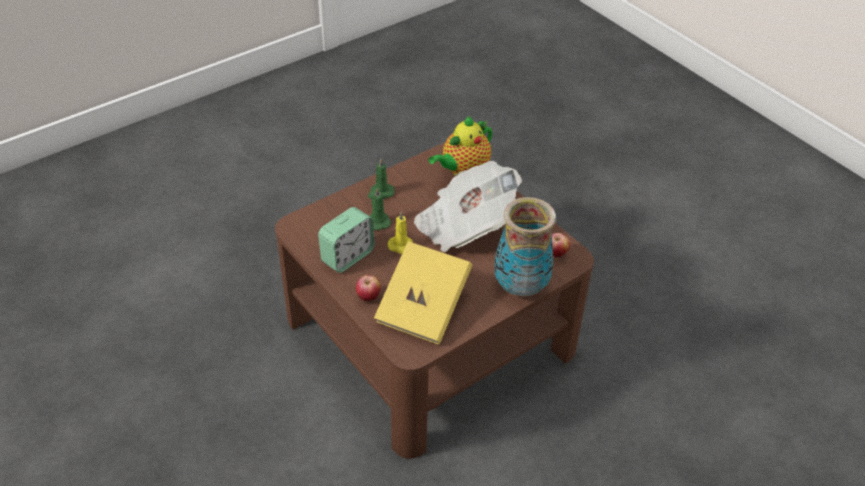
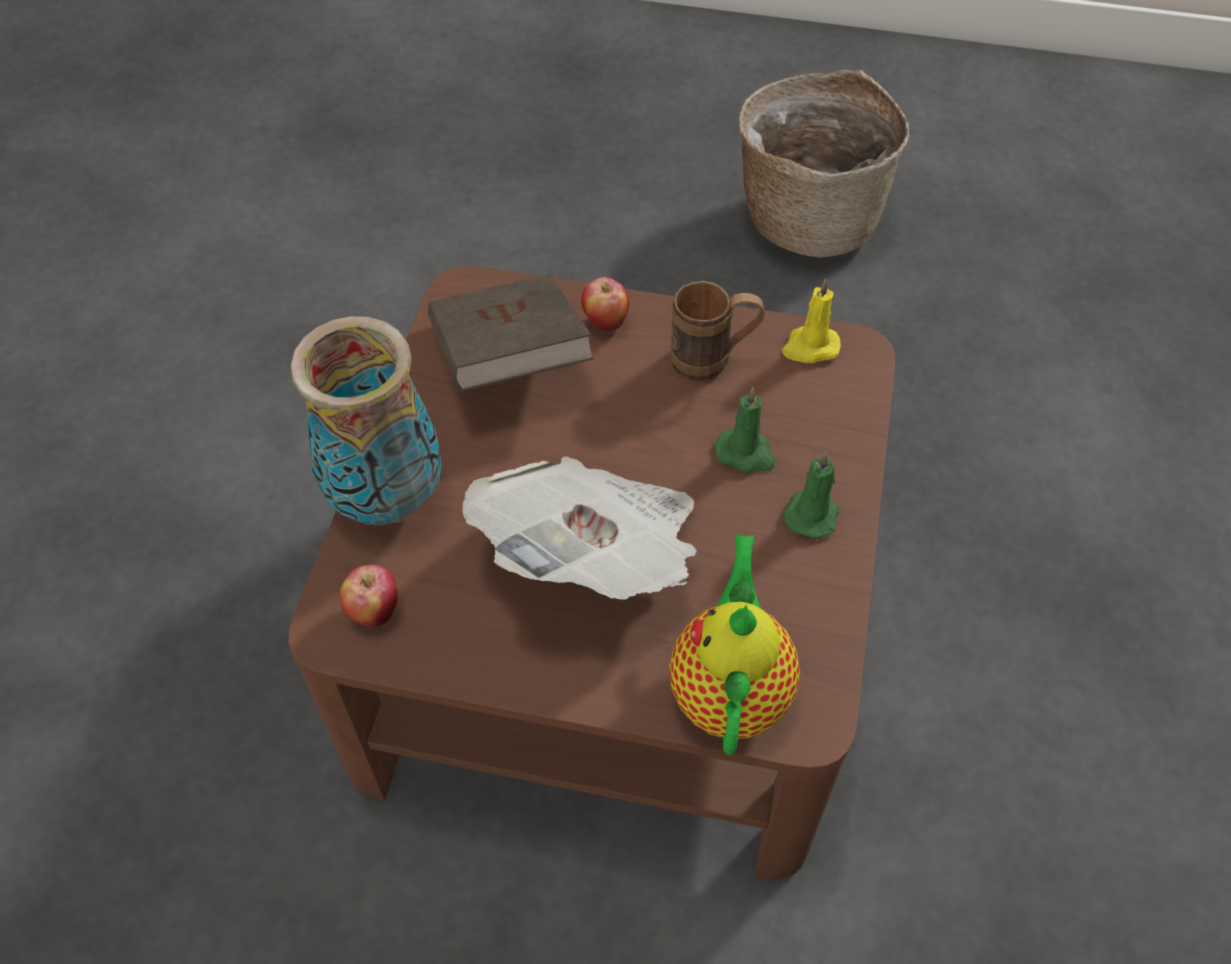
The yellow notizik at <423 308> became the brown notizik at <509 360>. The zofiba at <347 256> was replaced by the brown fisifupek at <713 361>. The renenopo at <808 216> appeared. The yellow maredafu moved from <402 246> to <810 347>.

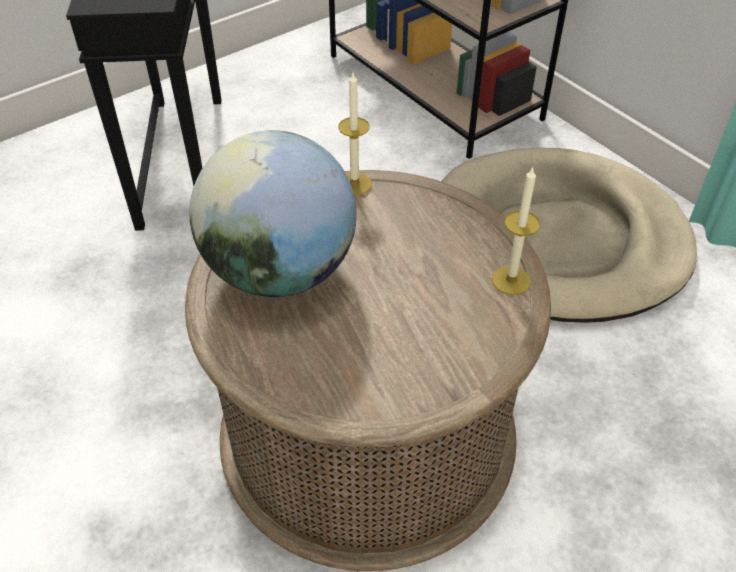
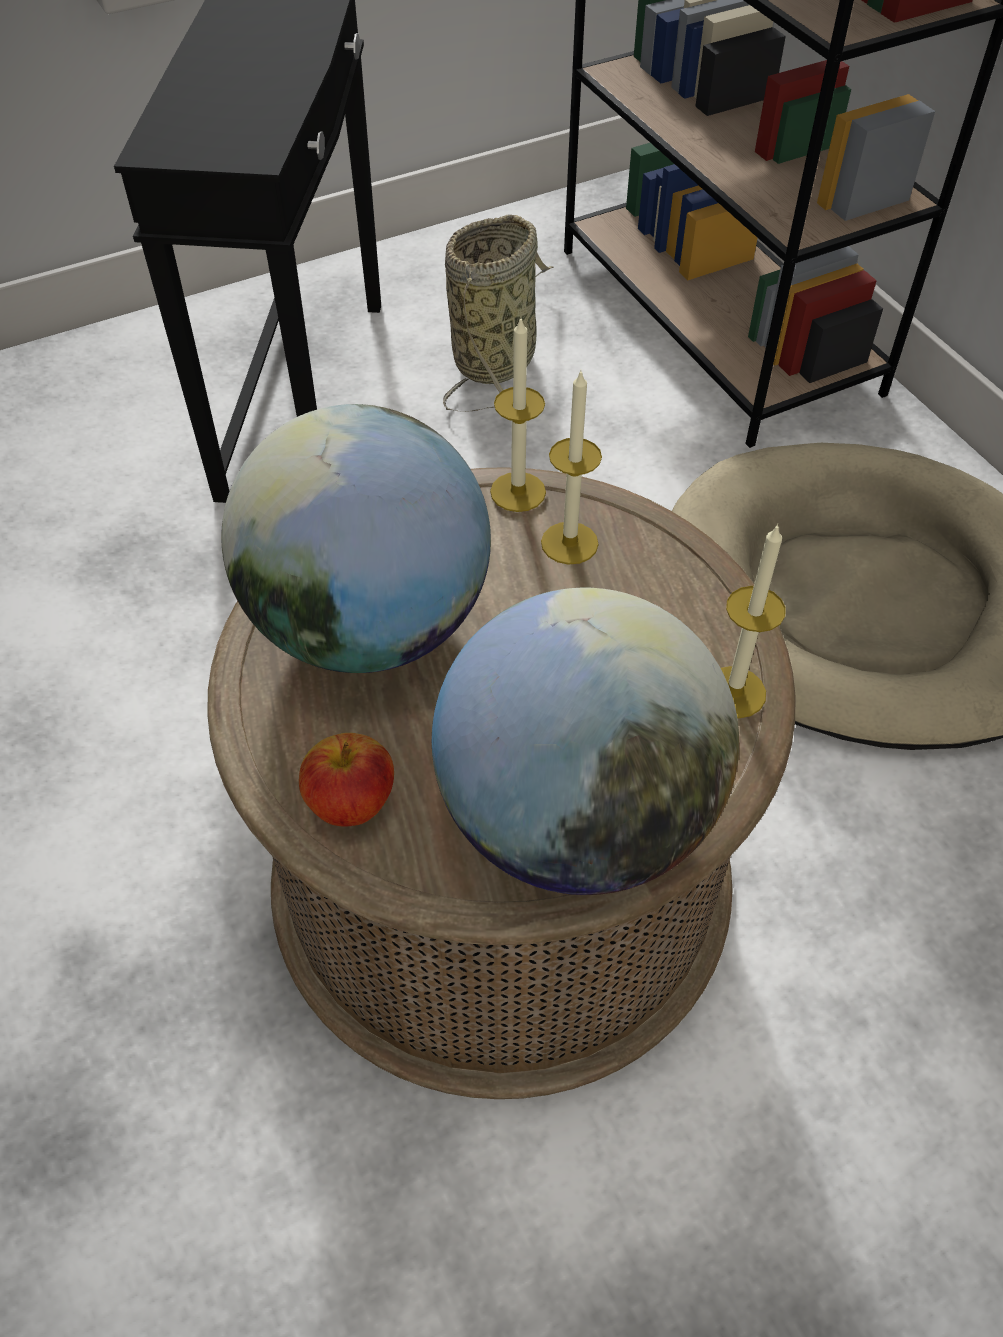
The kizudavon at <351 803> appeared. The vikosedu at <575 816> appeared. The renenopo at <497 359> appeared. The maredafu at <569 543> appeared.

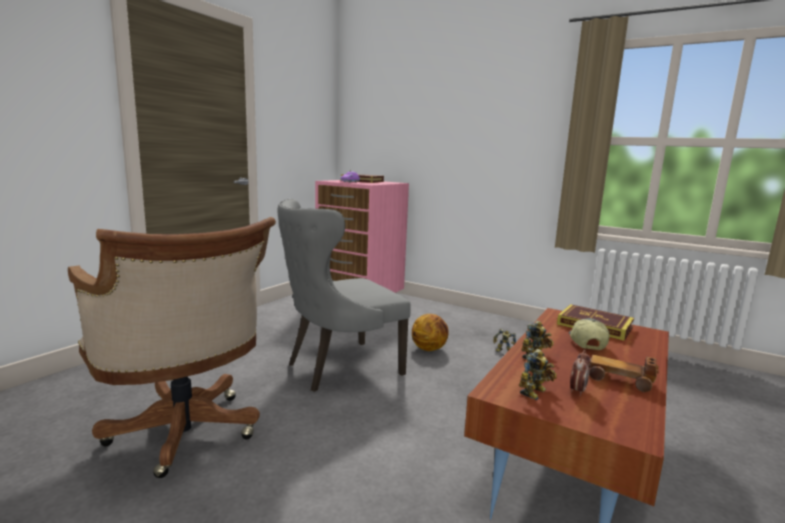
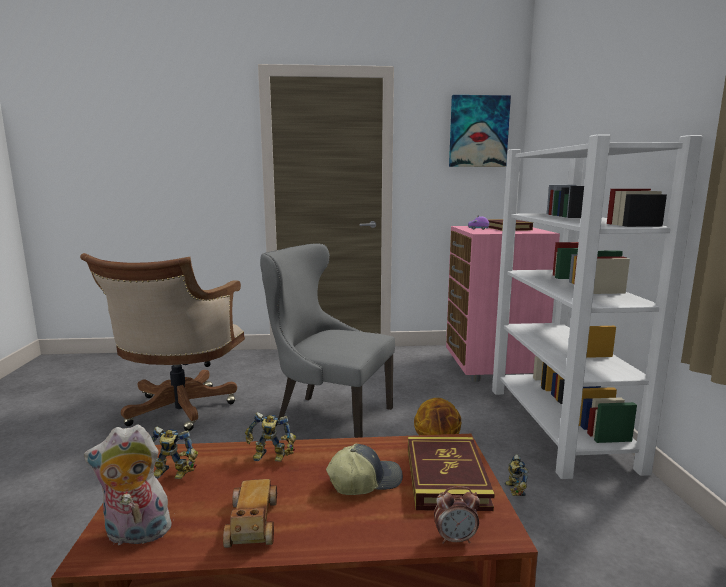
The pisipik at <135 535> appeared. The zofiba moved from <577 390> to <455 539>. The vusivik at <478 131> appeared. The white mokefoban at <559 426> appeared.

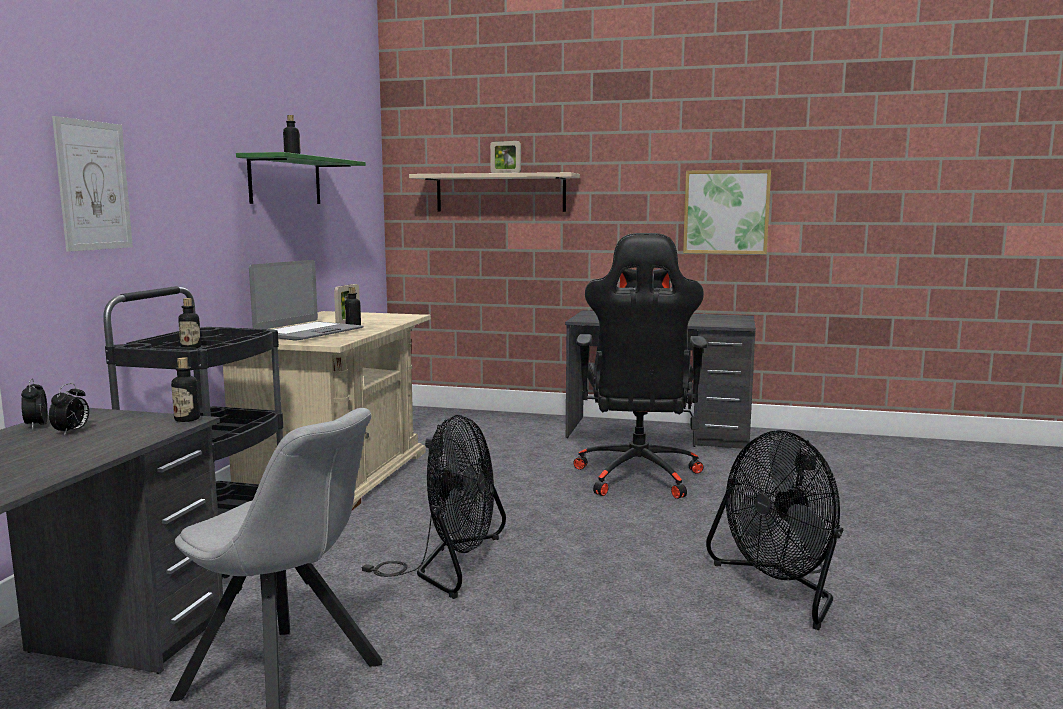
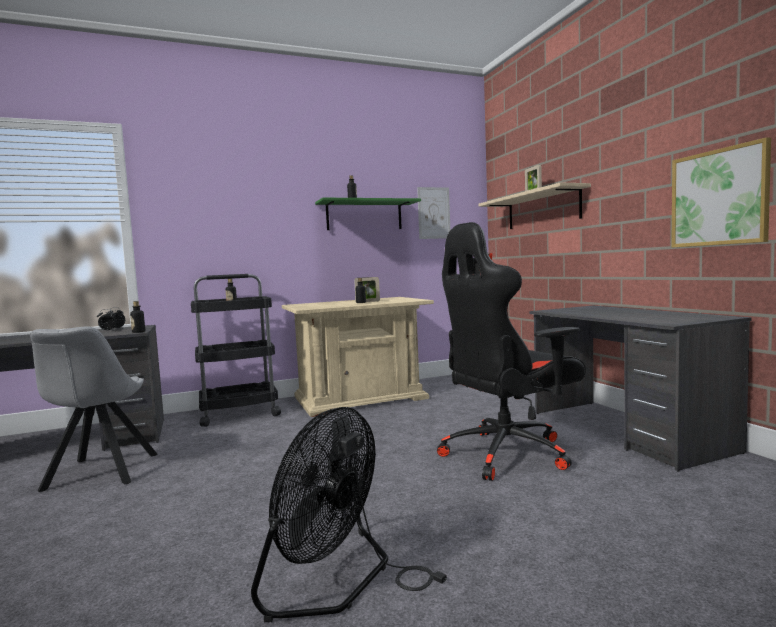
The vusivik moved from <93 185> to <434 213>. The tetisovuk at <309 333> disappeared. The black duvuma at <448 565> disappeared.

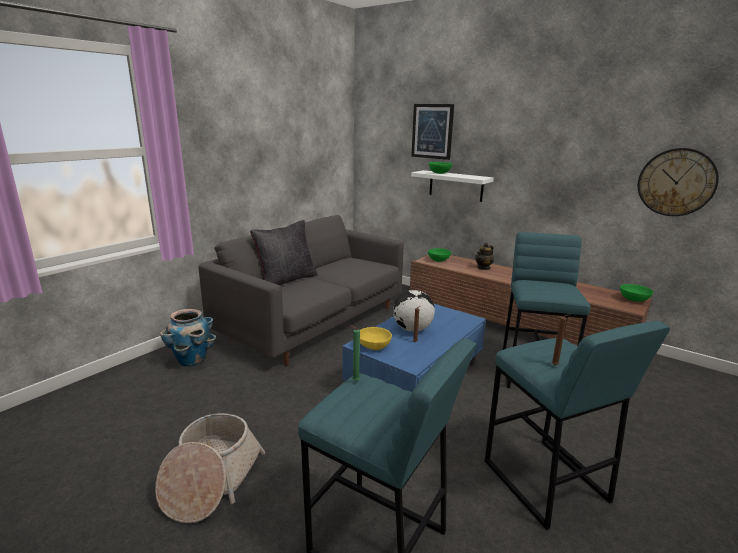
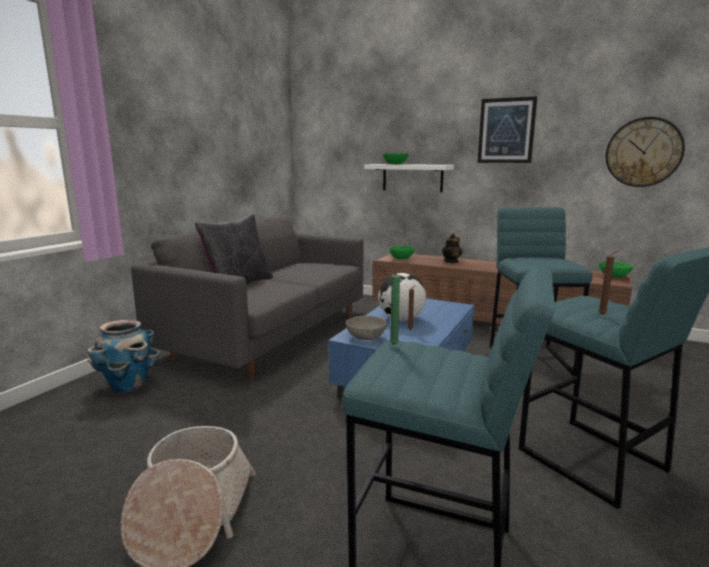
The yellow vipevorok at <374 347> became the grey vipevorok at <366 338>. The vusivik moved from <432 131> to <506 130>.

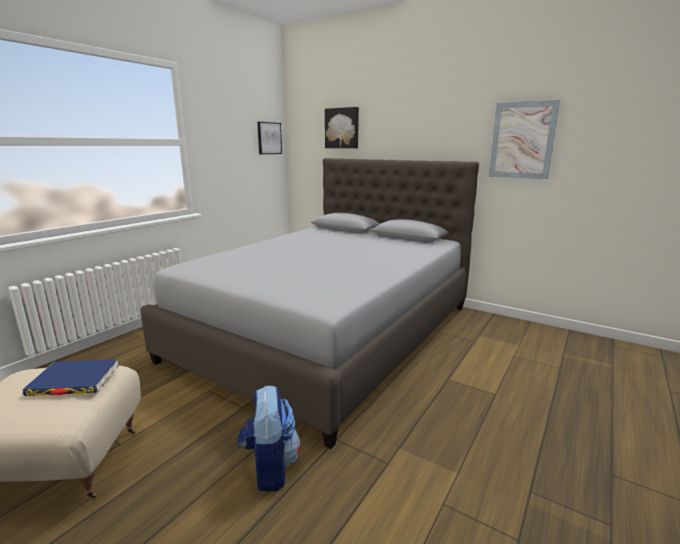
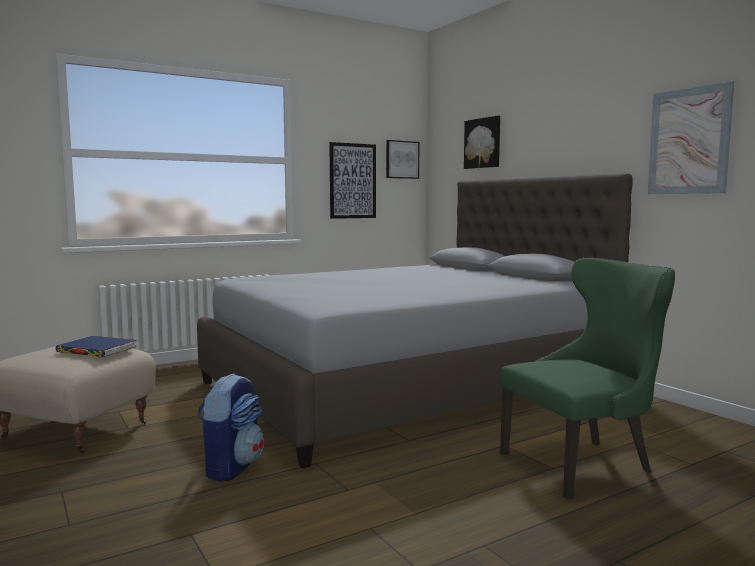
The vusivik at <352 181> appeared. The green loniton at <582 464> appeared.

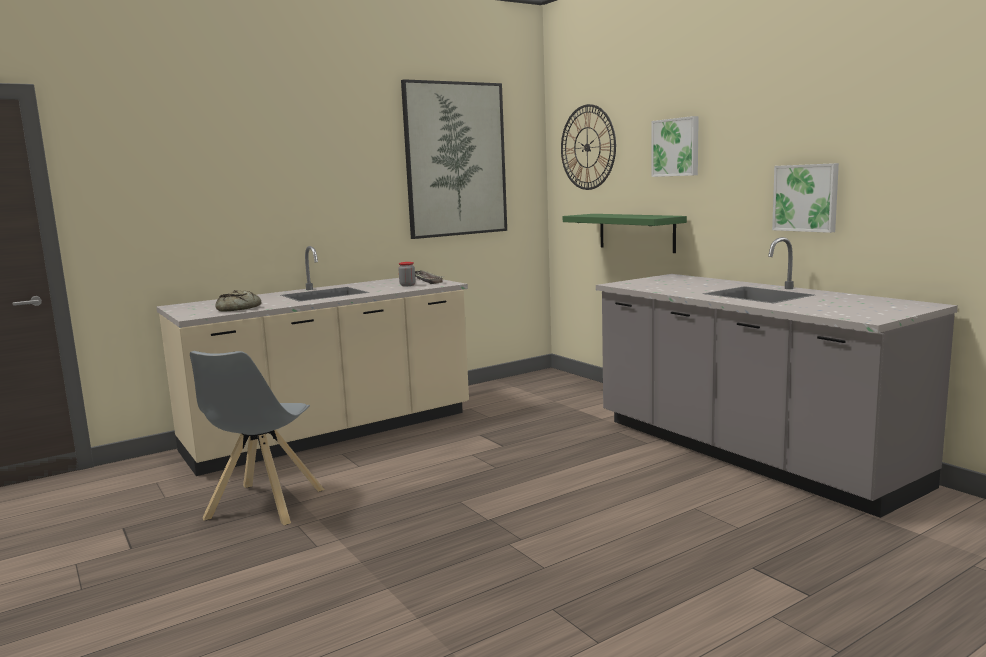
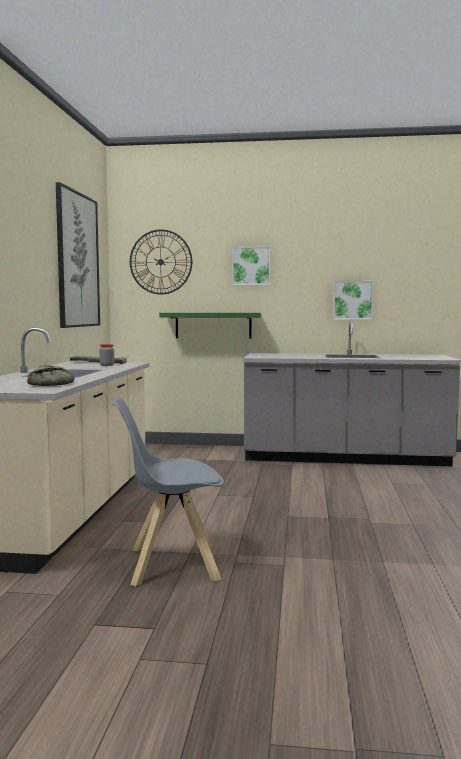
The grey loniton at <263 505> turned 120 degrees clockwise.

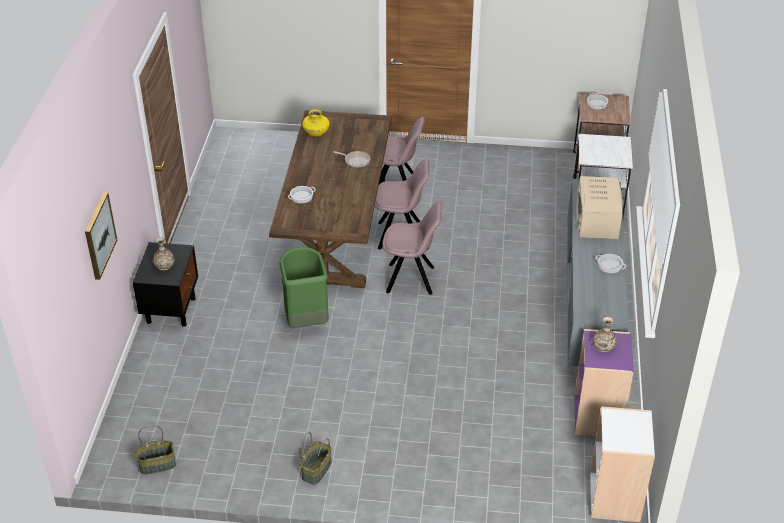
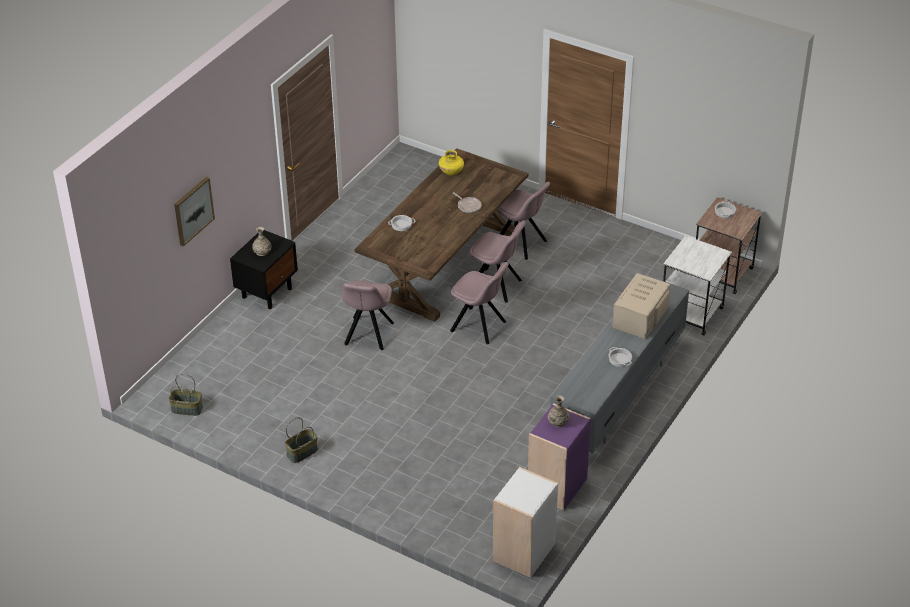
The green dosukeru at <305 320> was replaced by the pink loniton at <368 334>.

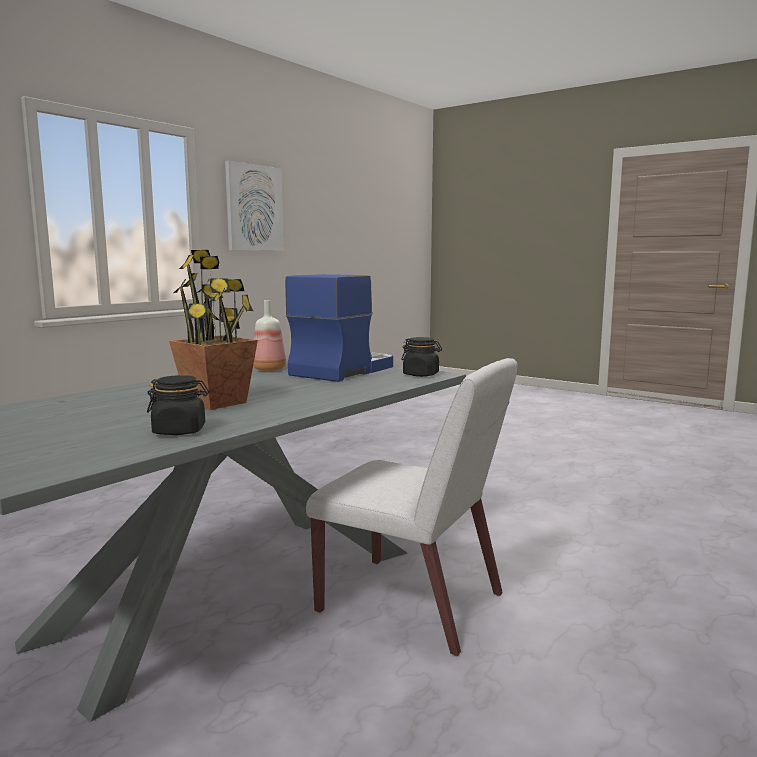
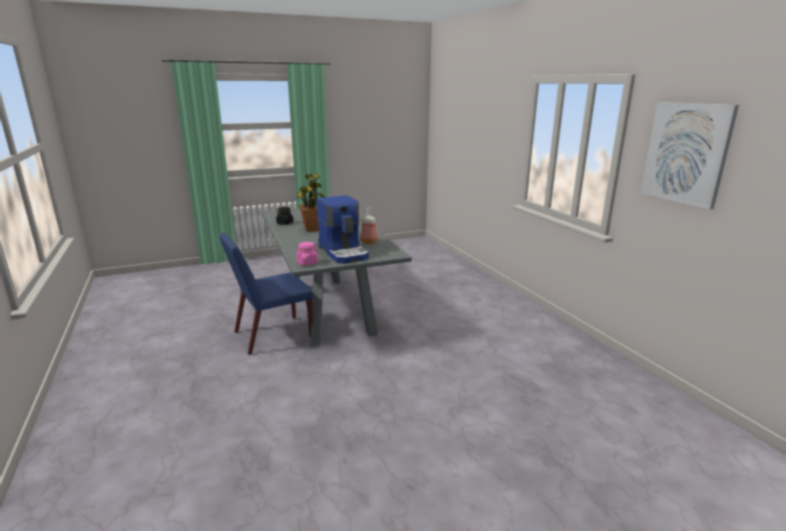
The white loniton at <413 604> became the blue loniton at <272 335>. The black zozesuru at <421 374> became the pink zozesuru at <307 263>.

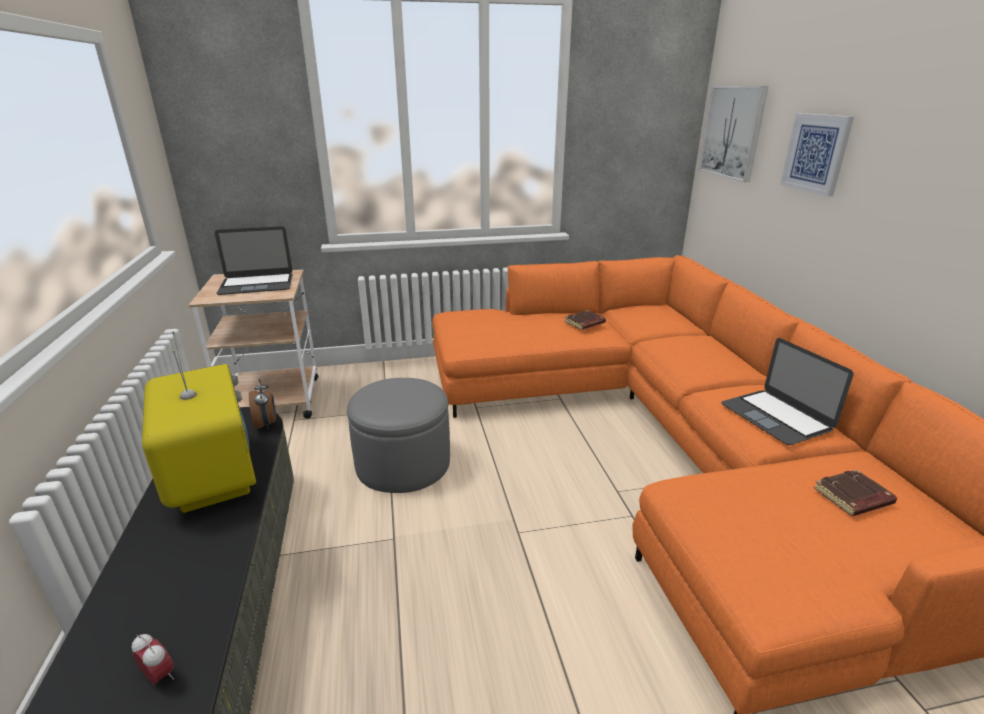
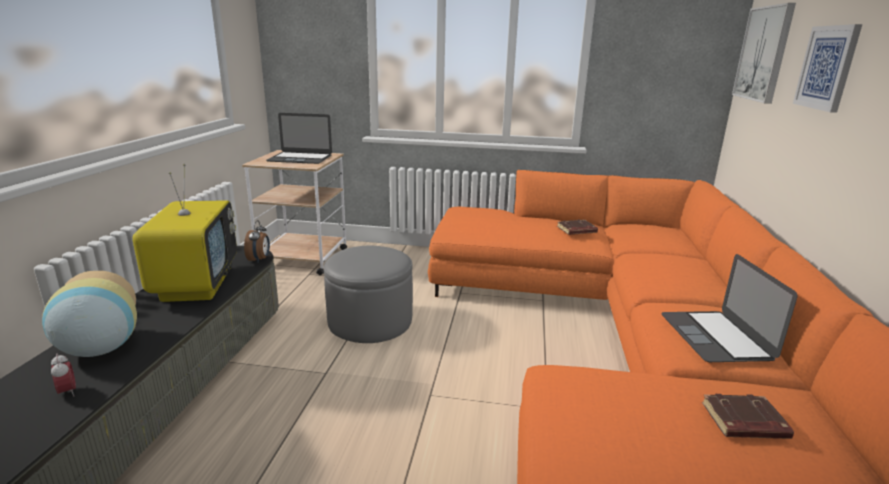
The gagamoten at <99 349> appeared.

